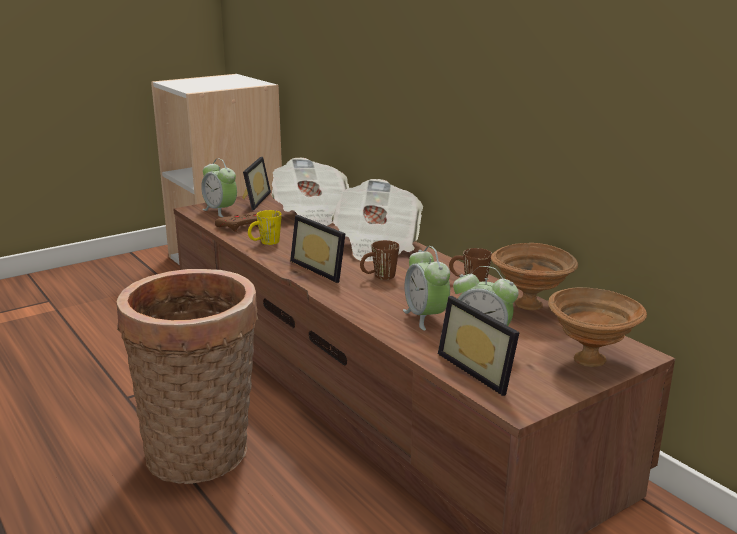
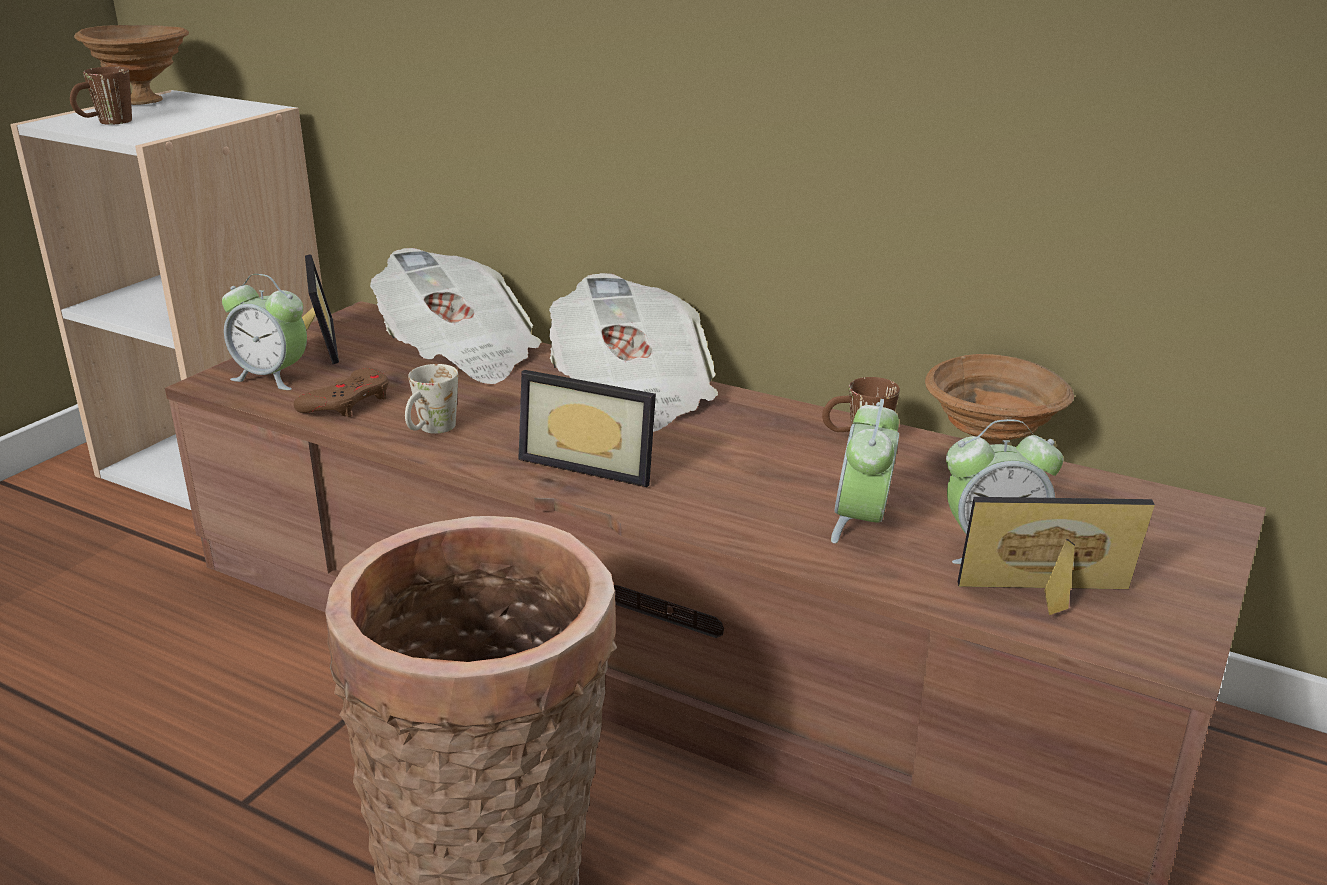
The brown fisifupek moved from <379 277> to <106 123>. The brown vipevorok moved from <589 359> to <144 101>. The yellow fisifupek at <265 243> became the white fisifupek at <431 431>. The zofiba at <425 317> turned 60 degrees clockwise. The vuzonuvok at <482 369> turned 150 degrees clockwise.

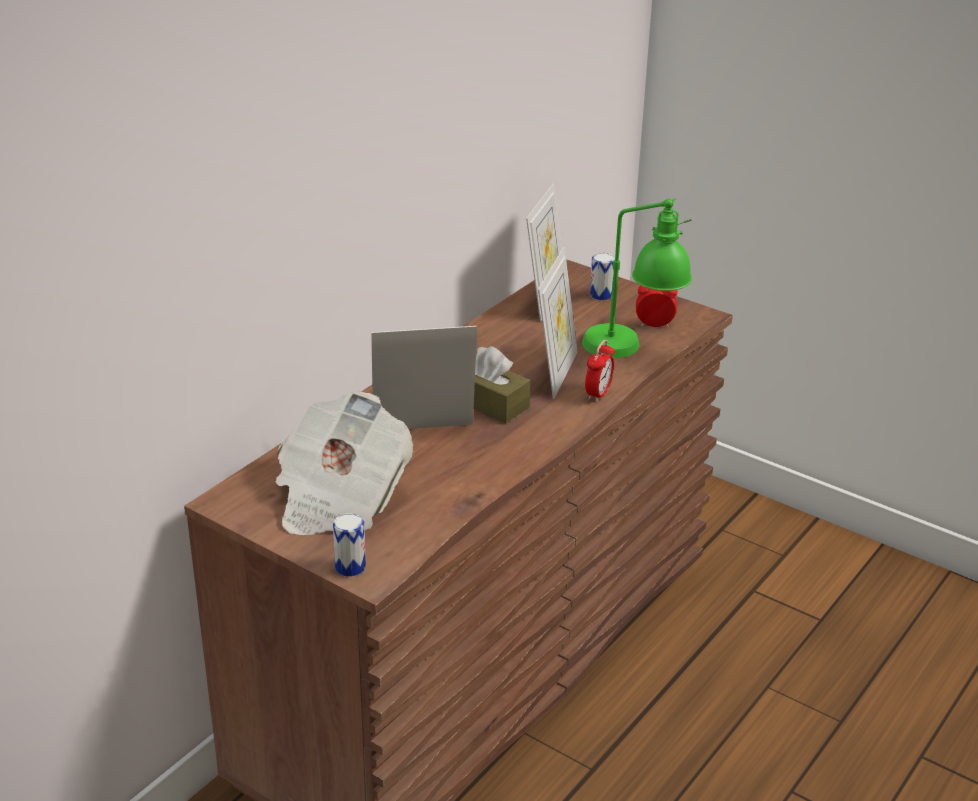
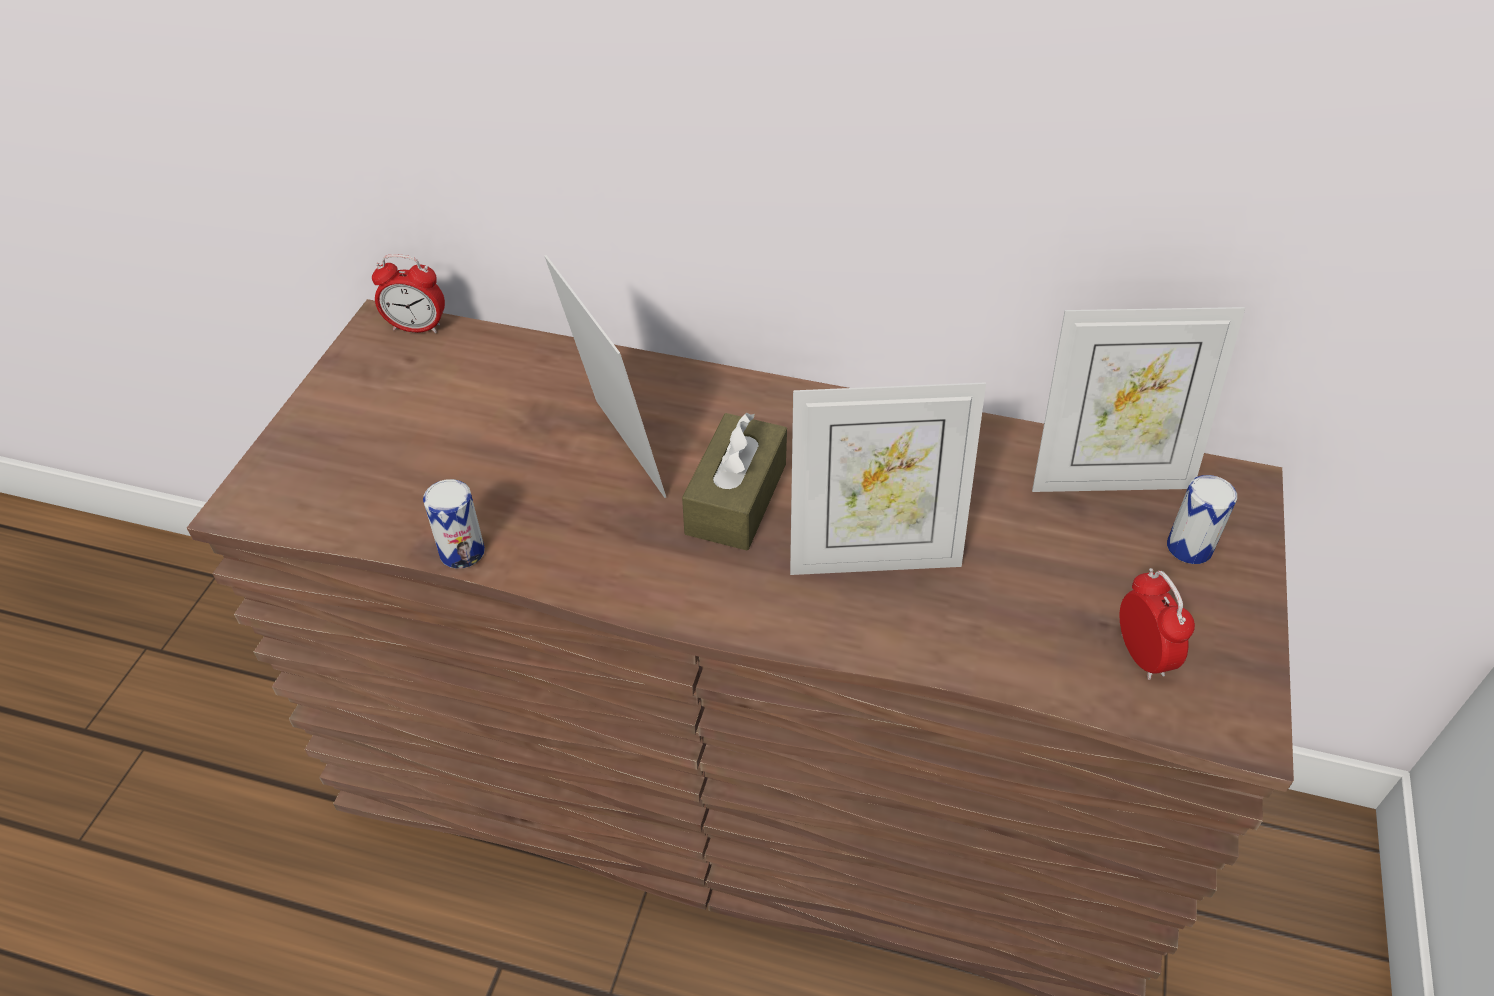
The zofiba moved from <598 394> to <417 327>. The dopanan moved from <350 567> to <462 552>. The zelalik at <339 498> disappeared. The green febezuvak at <633 351> disappeared.

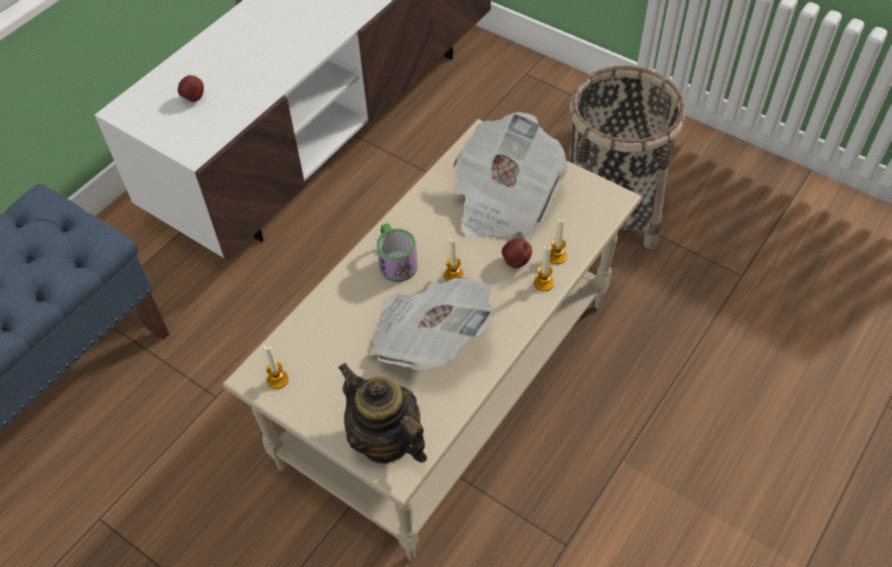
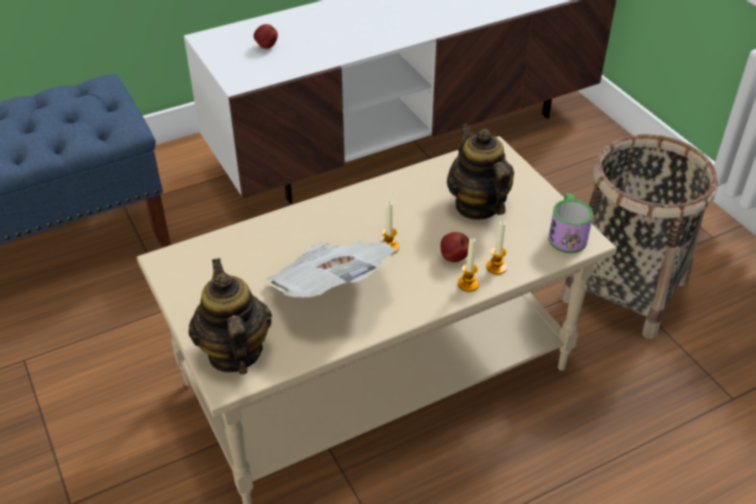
The zelalik at <503 200> was replaced by the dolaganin at <477 205>. The fisifupek moved from <395 261> to <567 234>. The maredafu at <277 380> disappeared.

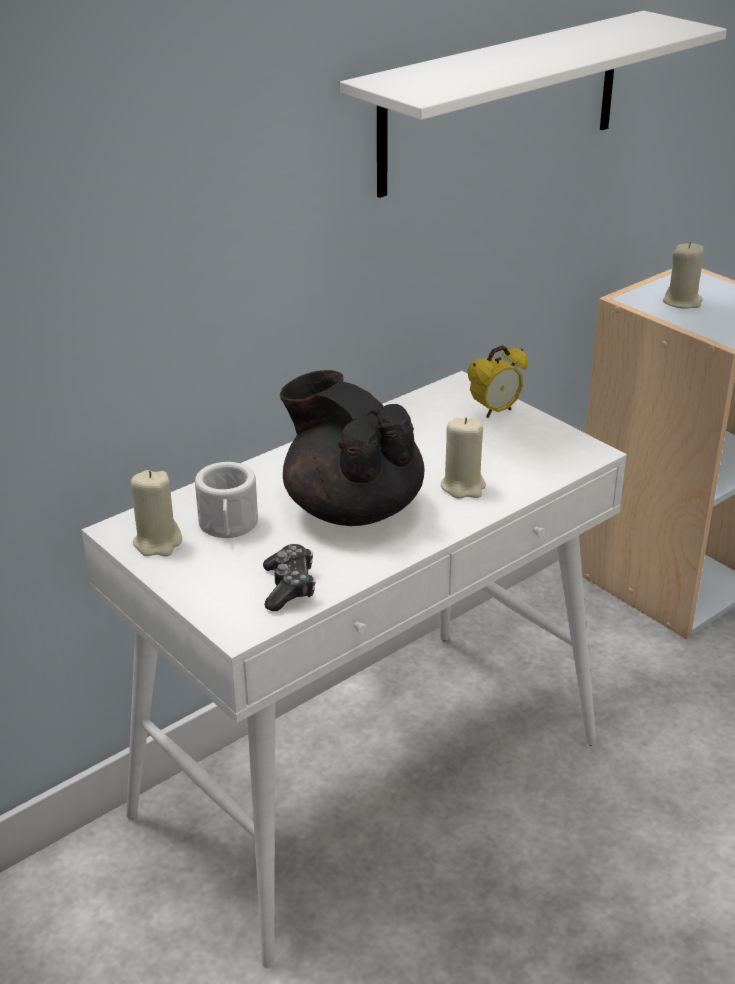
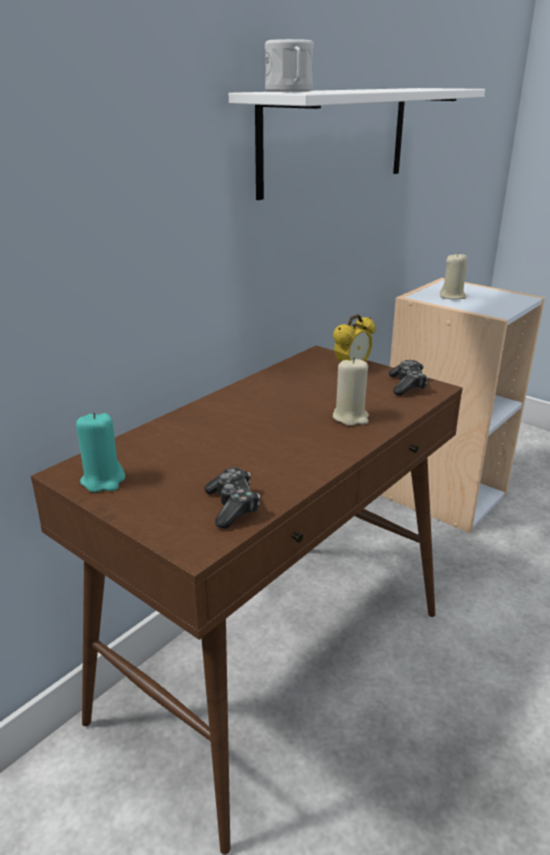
The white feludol at <369 777> became the brown feludol at <275 663>. The beige maredafu at <158 542> became the turquoise maredafu at <103 480>. The white fisifupek moved from <228 526> to <290 91>. The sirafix at <407 385> appeared. The black dolaganin at <352 508> disappeared.

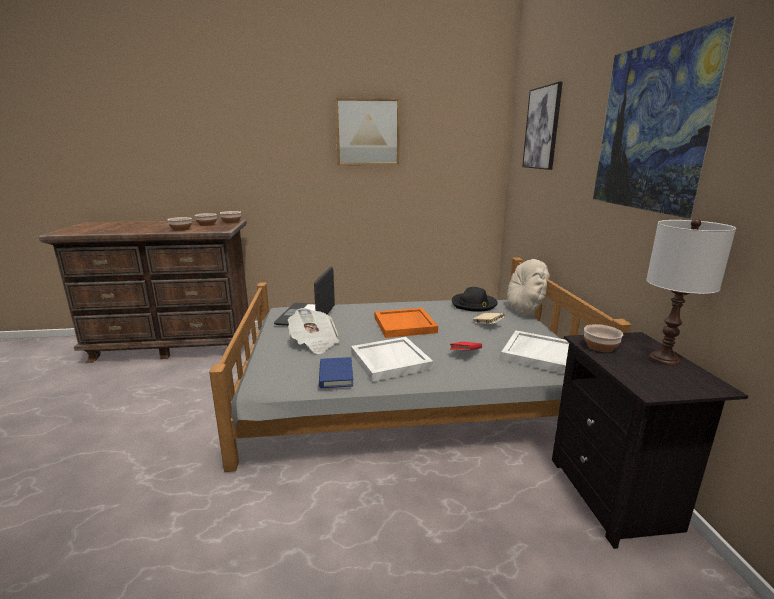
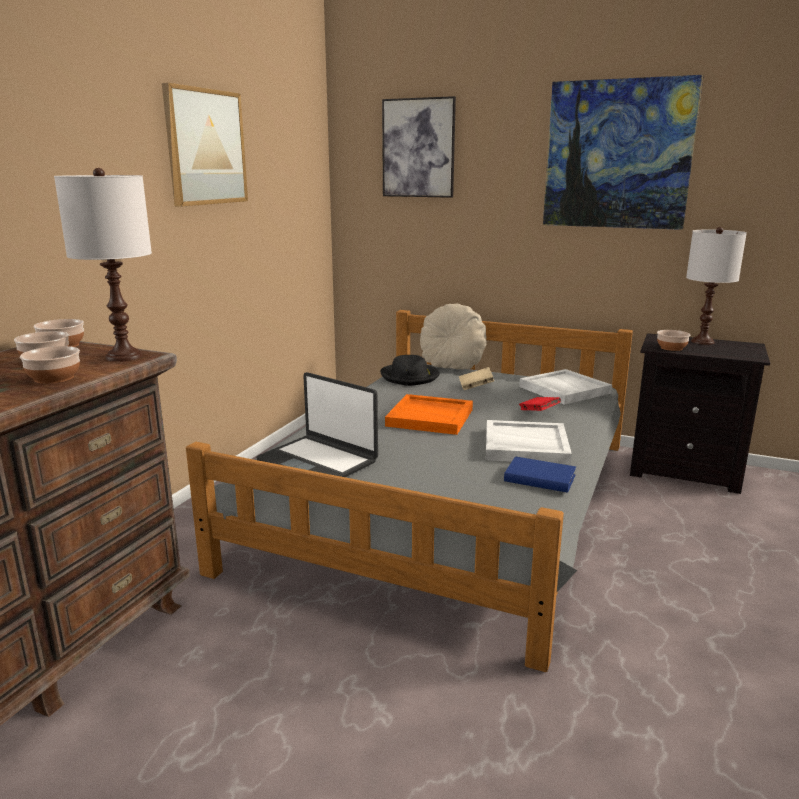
The white febezuvak at <124 357> appeared. The zelalik at <314 343> disappeared.

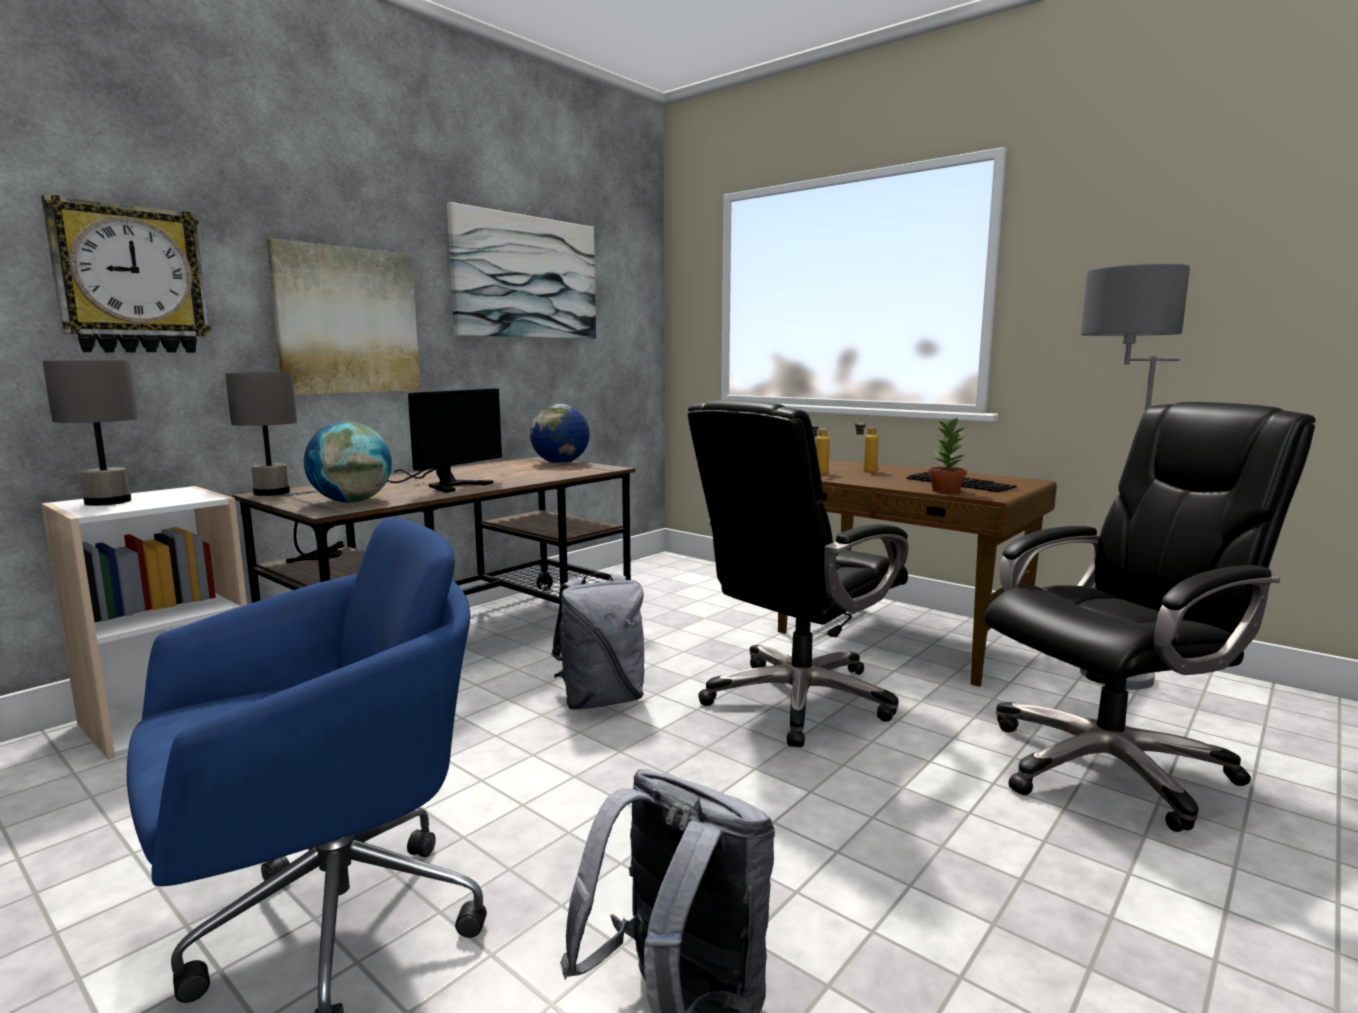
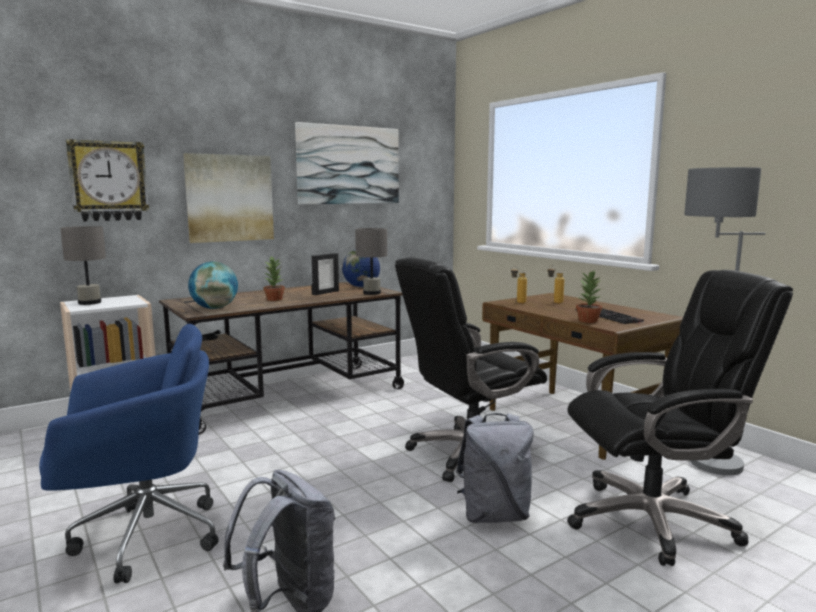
The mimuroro at <442 485> was replaced by the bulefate at <275 299>. The vuzonuvok at <325 292> appeared. The grey febezuvak moved from <272 492> to <372 293>. The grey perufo moved from <601 700> to <494 515>.

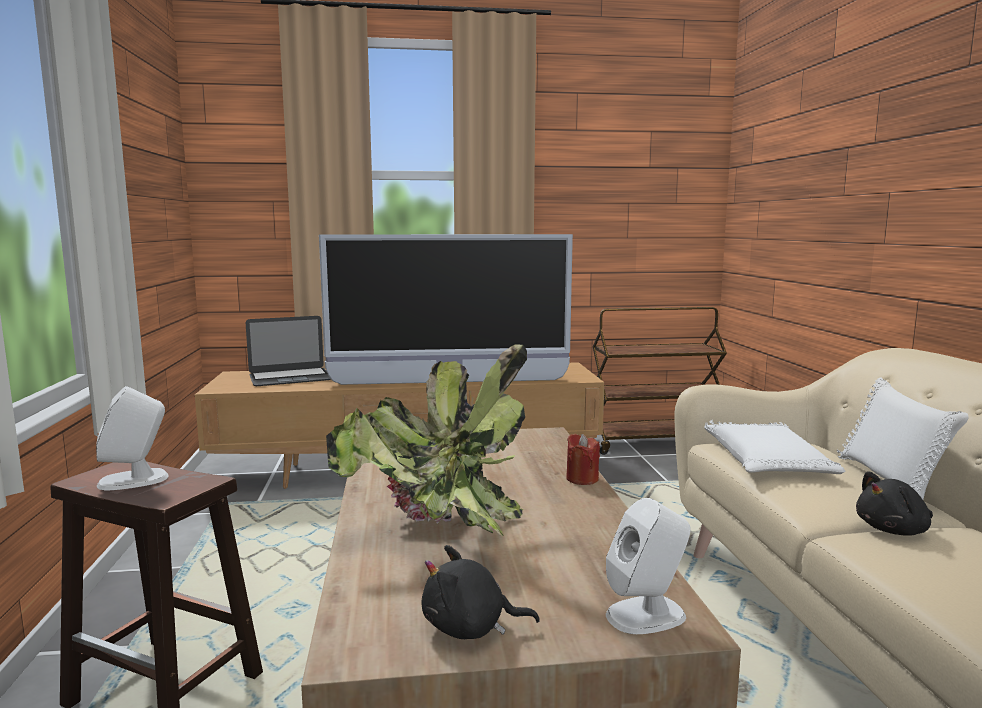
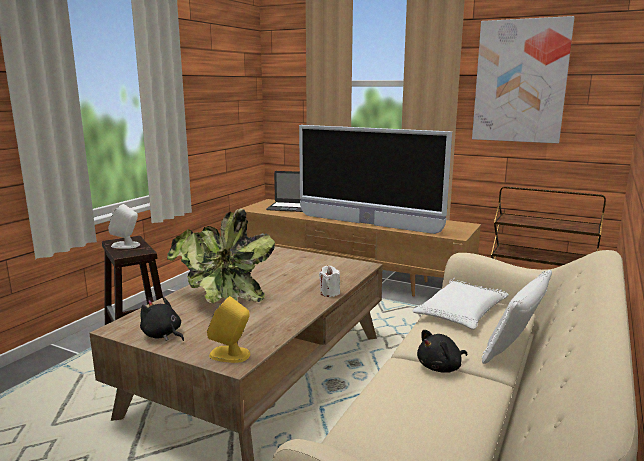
The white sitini at <646 615> became the yellow sitini at <230 354>. The red maredafu at <582 479> became the white maredafu at <329 293>. The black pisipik at <894 530> turned 45 degrees counterclockwise. The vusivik at <520 81> appeared.

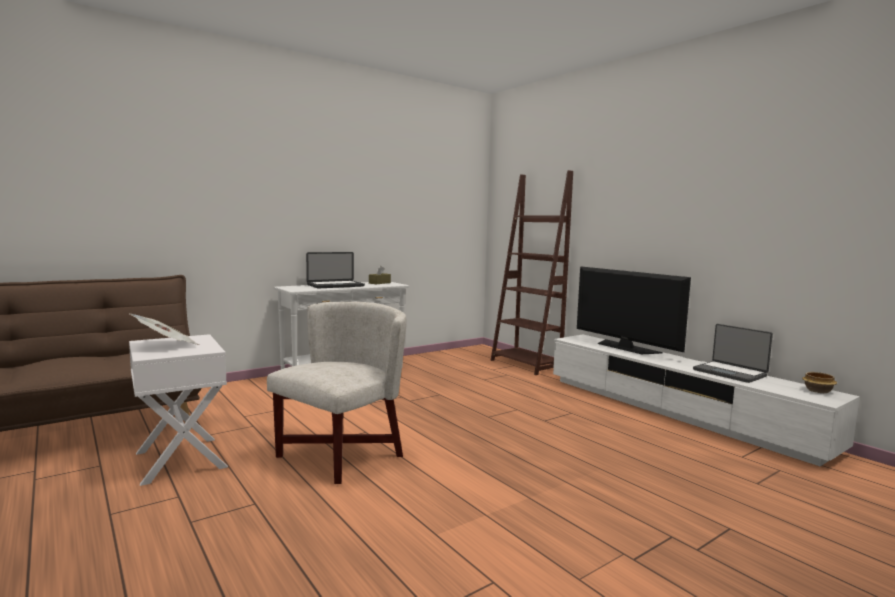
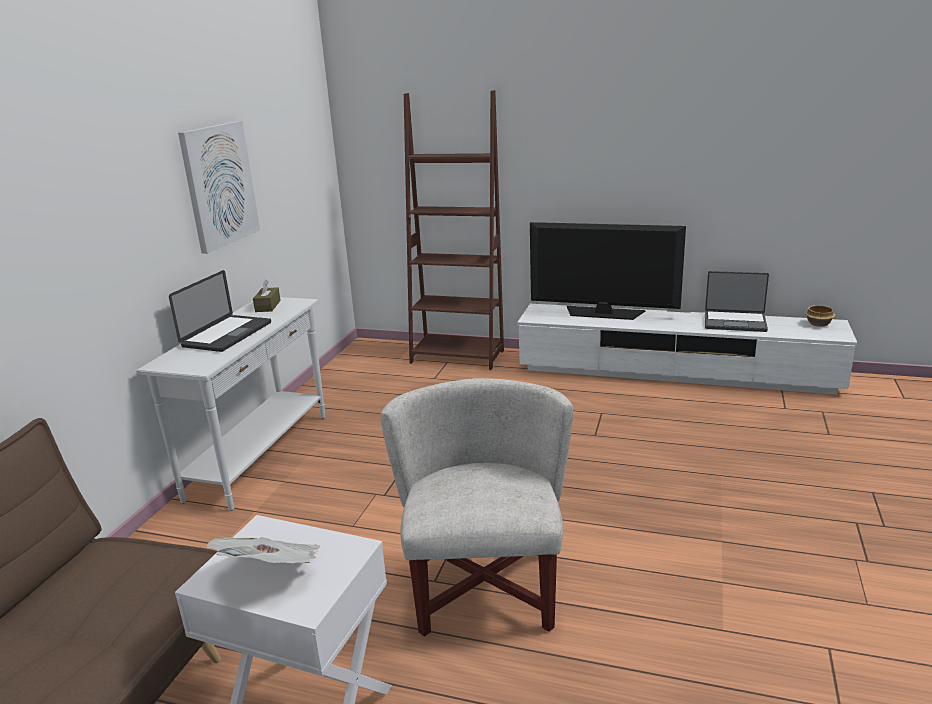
The vusivik at <219 185> appeared.

